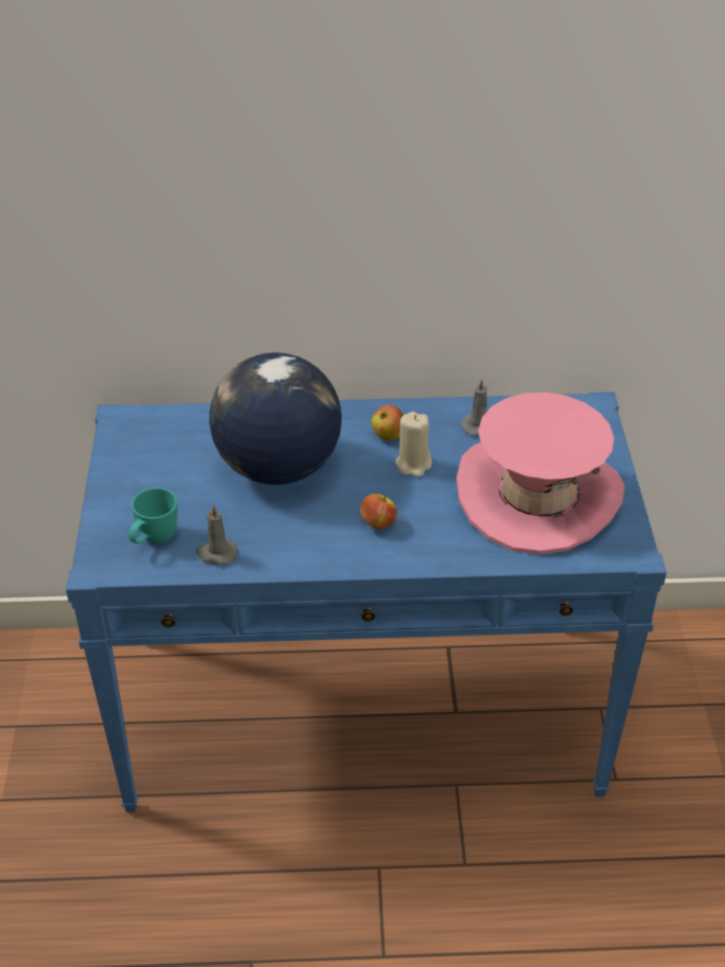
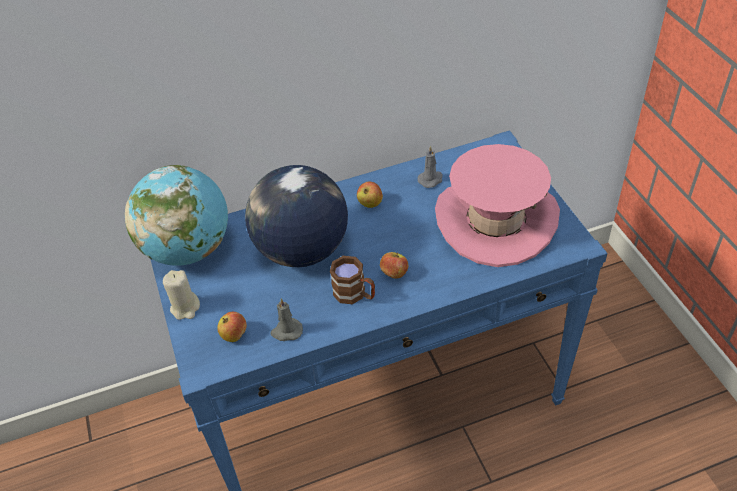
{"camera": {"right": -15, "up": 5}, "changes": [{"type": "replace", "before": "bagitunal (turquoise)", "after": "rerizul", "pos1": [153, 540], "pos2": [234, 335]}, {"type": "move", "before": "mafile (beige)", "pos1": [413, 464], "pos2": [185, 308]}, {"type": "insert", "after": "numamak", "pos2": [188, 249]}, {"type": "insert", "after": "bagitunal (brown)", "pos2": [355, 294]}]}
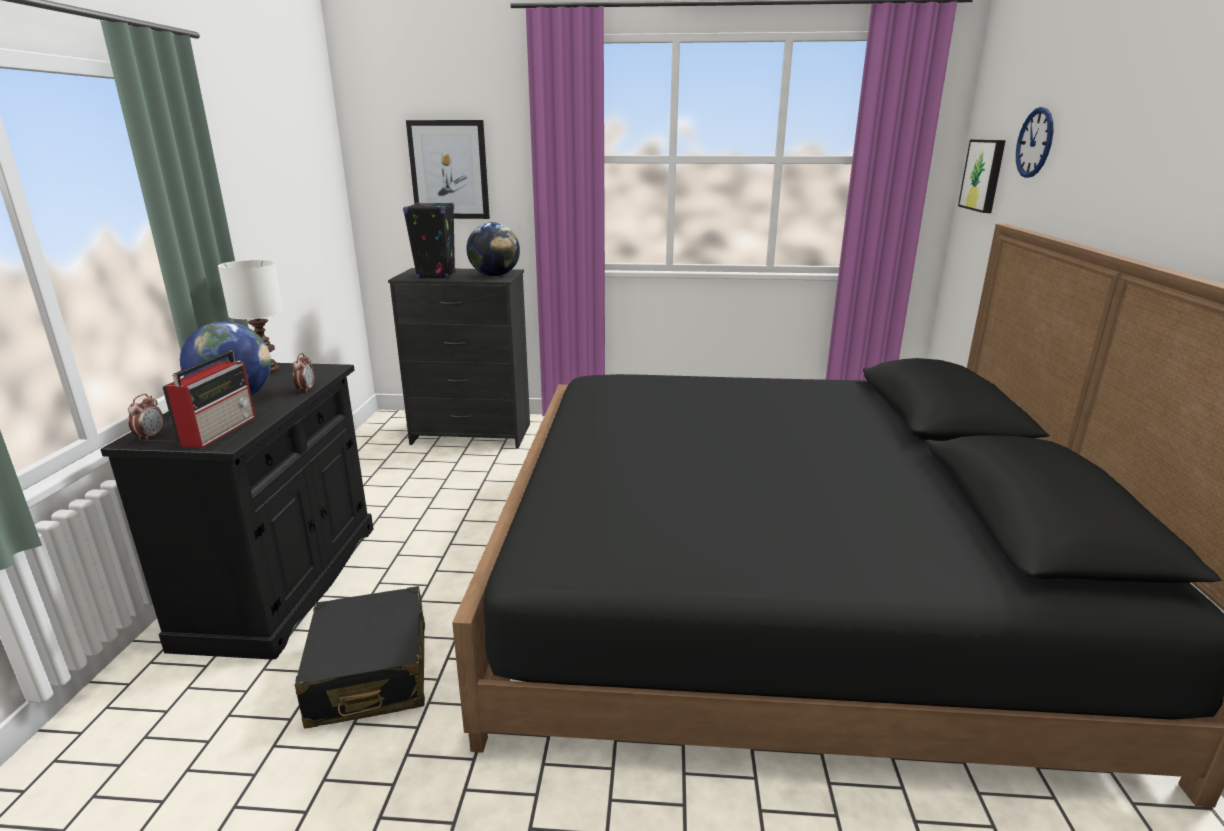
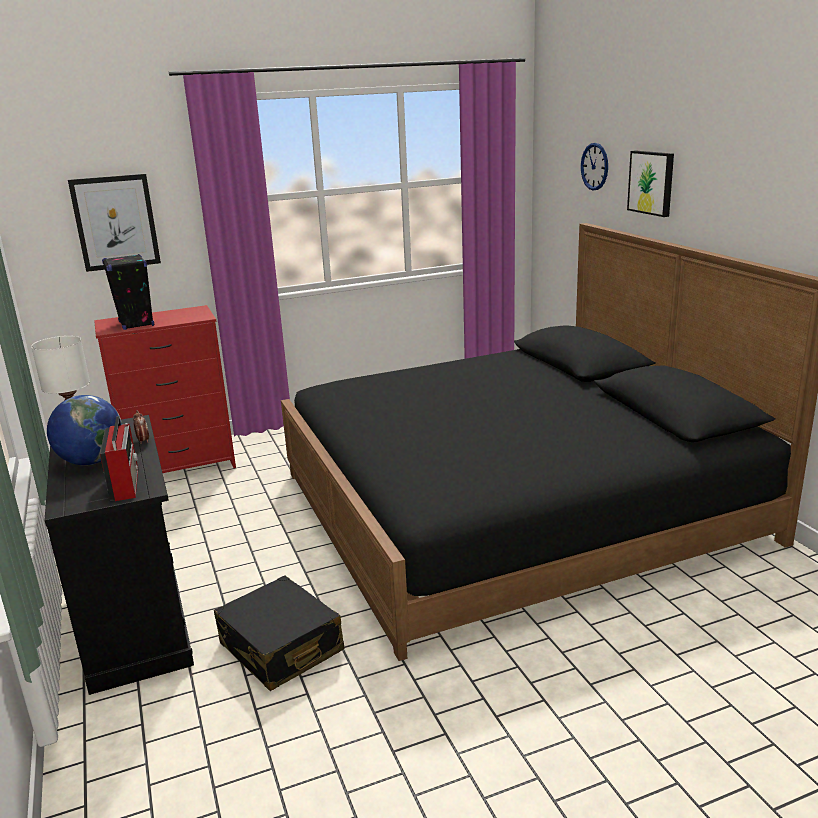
{"camera": {"right": -25, "up": 0}, "changes": [{"type": "delete", "before": "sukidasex", "pos1": [150, 436]}, {"type": "recolor", "before": "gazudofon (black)", "after": "gazudofon (red)", "pos1": [471, 434], "pos2": [180, 467]}, {"type": "delete", "before": "numamak", "pos1": [495, 275]}, {"type": "move", "before": "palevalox", "pos1": [984, 175], "pos2": [652, 182]}]}
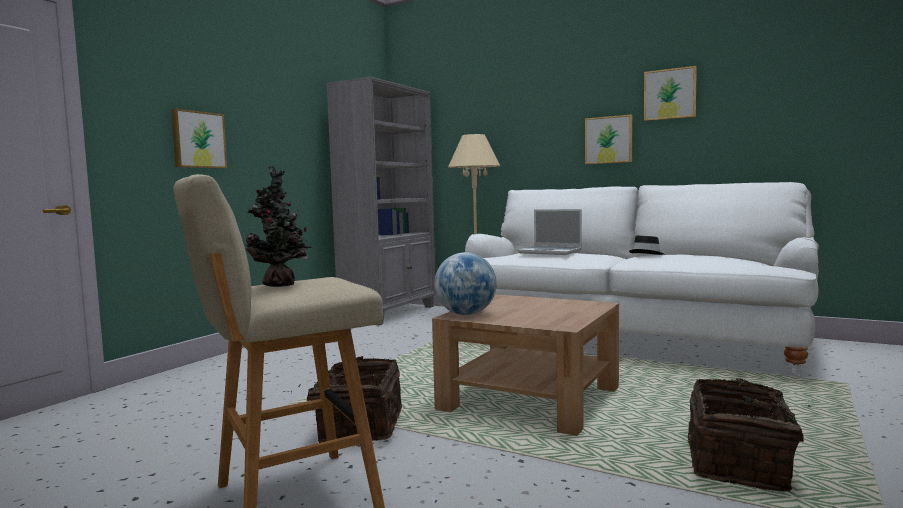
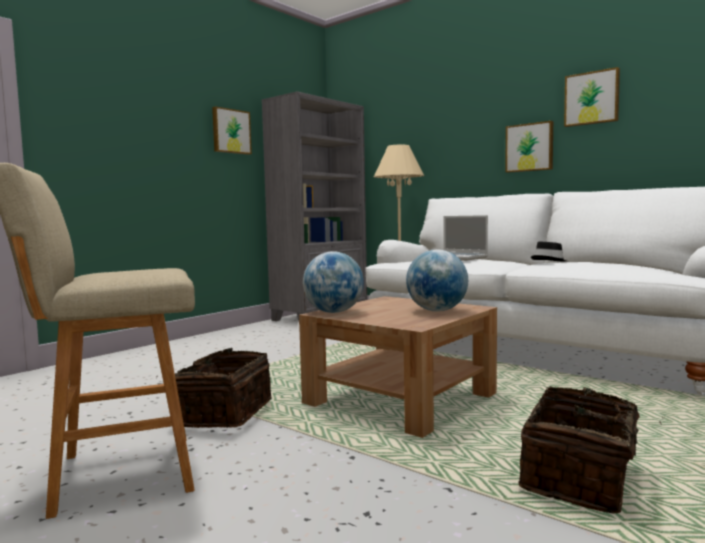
{"camera": {"right": 10, "up": 0}, "changes": [{"type": "move", "before": "palevalox", "pos1": [198, 140], "pos2": [230, 131]}, {"type": "delete", "before": "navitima", "pos1": [281, 285]}, {"type": "insert", "after": "numamak", "pos2": [437, 311]}]}
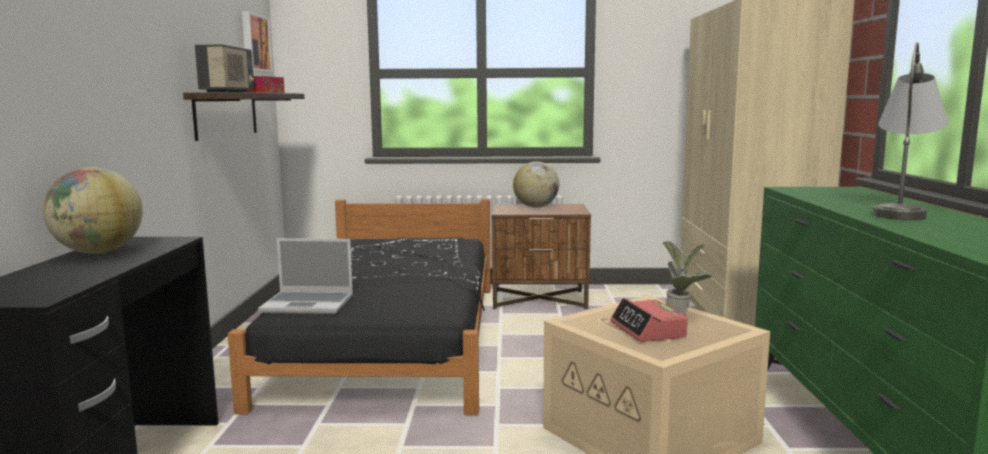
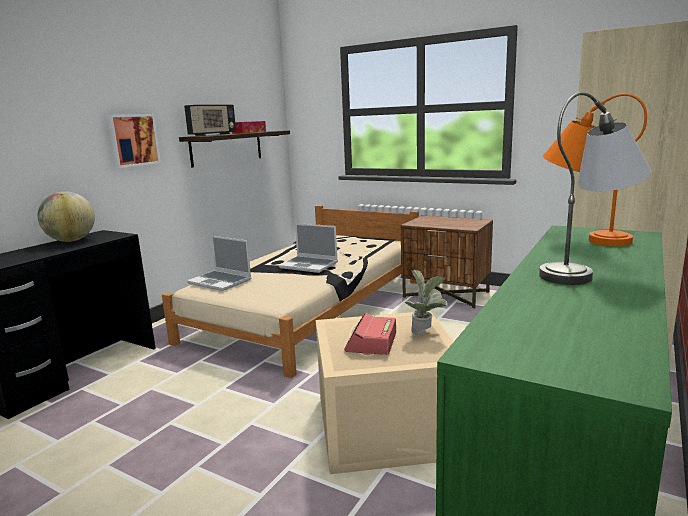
{"camera": {"right": 30, "up": 5}, "changes": [{"type": "recolor", "before": "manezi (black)", "after": "manezi (beige)", "pos1": [393, 337], "pos2": [310, 309]}, {"type": "move", "before": "palevalox", "pos1": [254, 43], "pos2": [133, 140]}, {"type": "delete", "before": "numamak", "pos1": [536, 207]}, {"type": "insert", "after": "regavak", "pos2": [309, 265]}, {"type": "insert", "after": "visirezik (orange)", "pos2": [581, 238]}]}
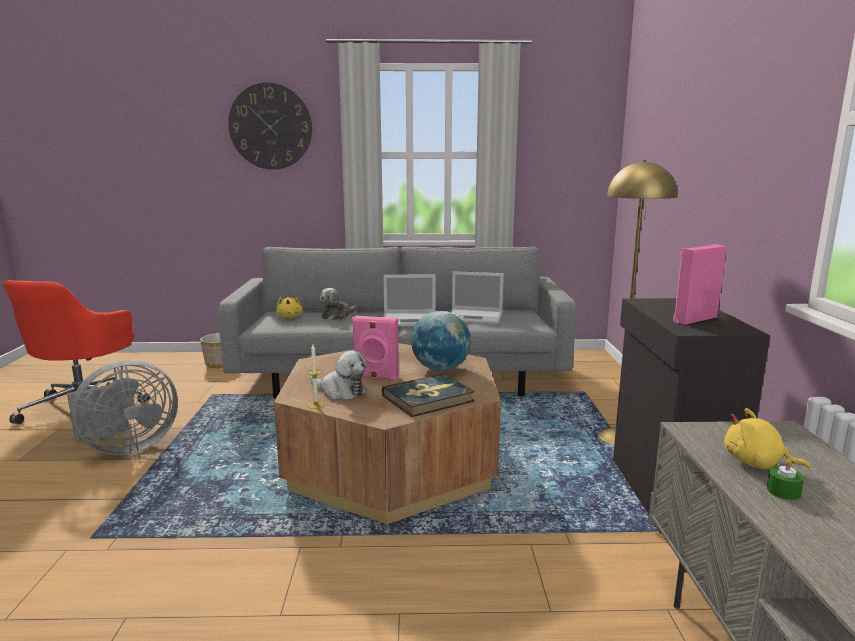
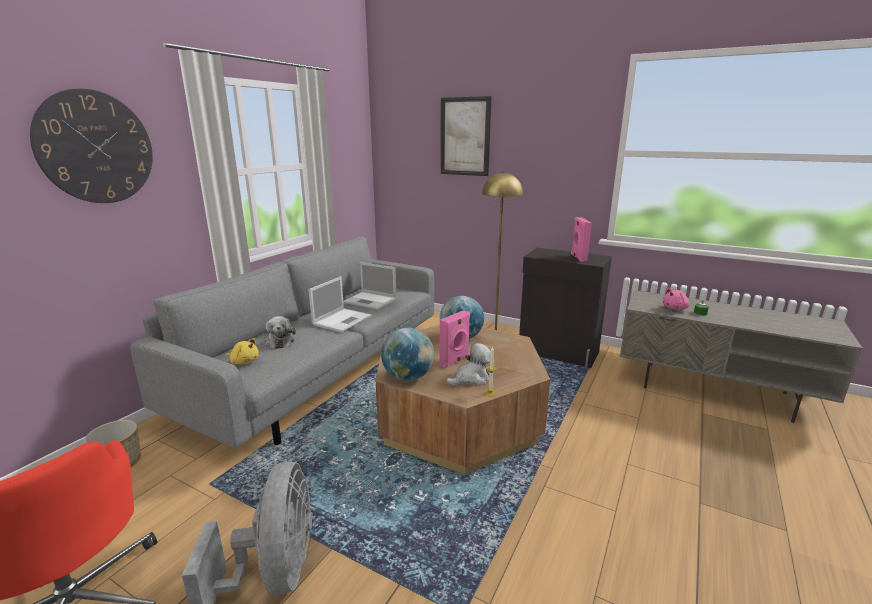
{"camera": {"right": -60, "up": 5}, "changes": [{"type": "delete", "before": "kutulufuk", "pos1": [428, 398]}, {"type": "rotate", "before": "regavak", "pos1": [475, 317], "pos2": [371, 301], "turn": 75}, {"type": "recolor", "before": "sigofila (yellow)", "after": "sigofila (pink)", "pos1": [757, 463], "pos2": [675, 308]}, {"type": "insert", "after": "numamak", "pos2": [408, 377]}, {"type": "insert", "after": "palevalox", "pos2": [465, 137]}]}
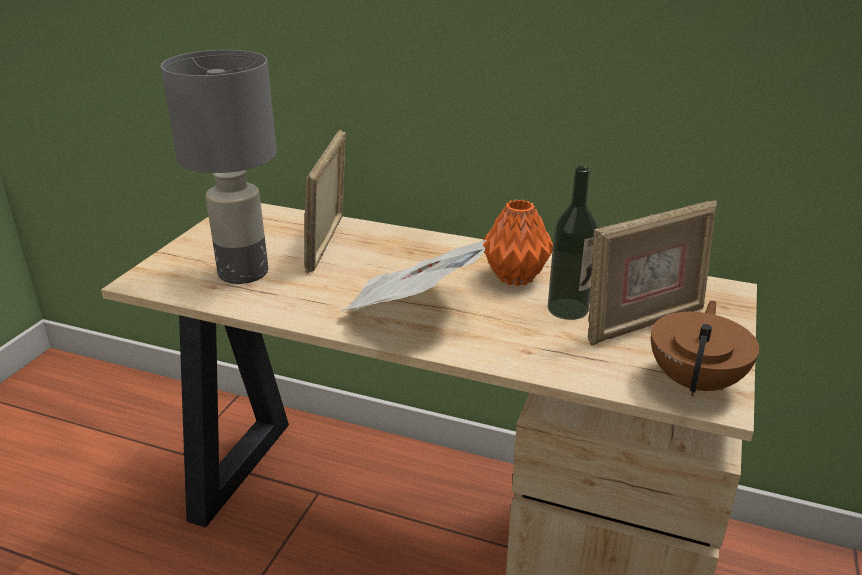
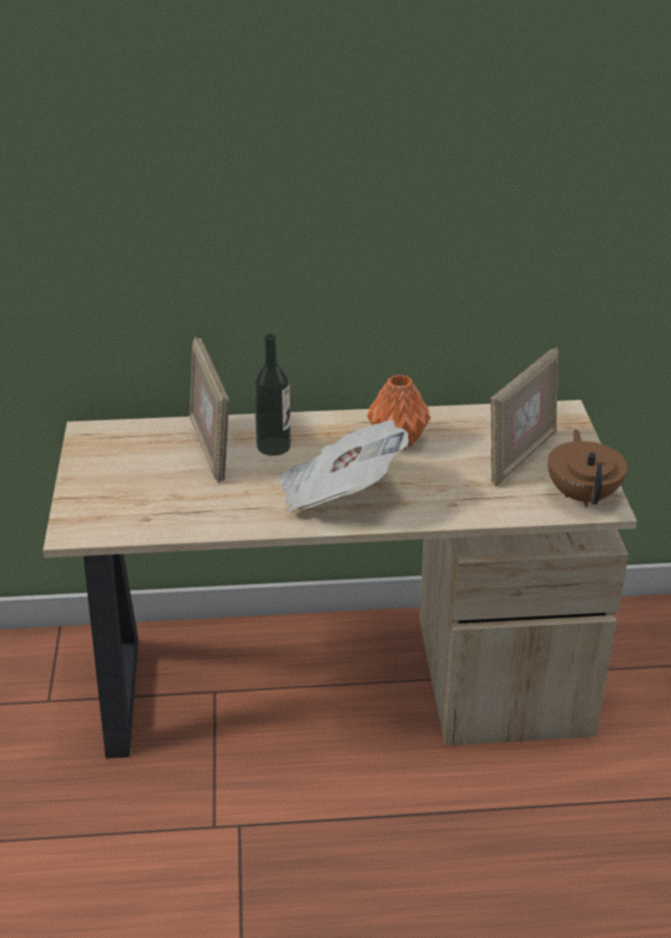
{"camera": {"right": -25, "up": 5}, "changes": [{"type": "delete", "before": "visirezik (grey)", "pos1": [243, 272]}, {"type": "move", "before": "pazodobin", "pos1": [568, 309], "pos2": [273, 446]}]}
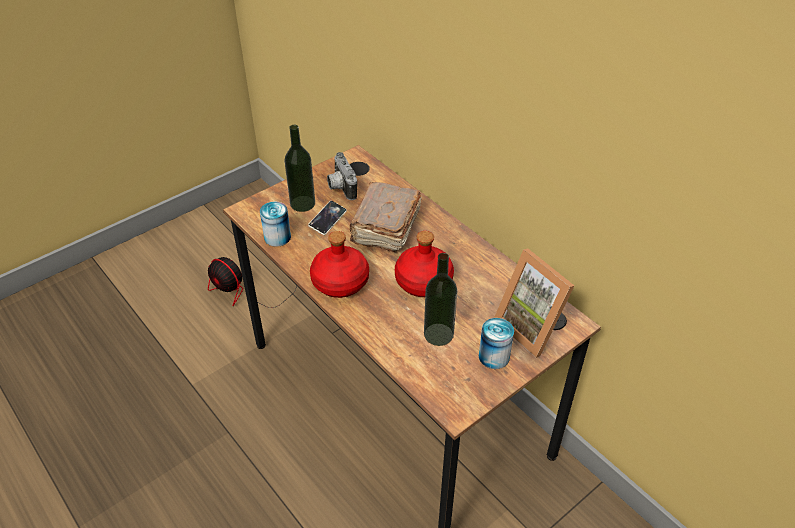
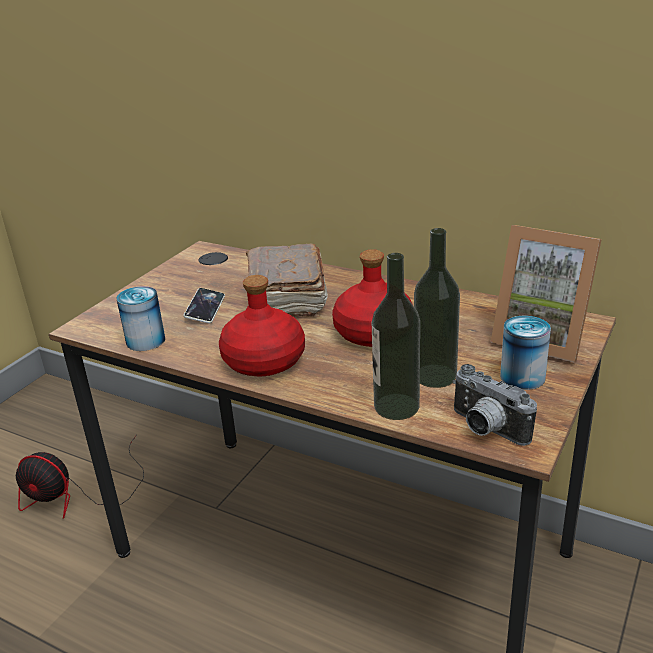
{"camera": {"right": -20, "up": -15}, "changes": [{"type": "move", "before": "pazodobin", "pos1": [302, 203], "pos2": [396, 406]}, {"type": "move", "before": "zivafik", "pos1": [340, 187], "pos2": [485, 429]}]}
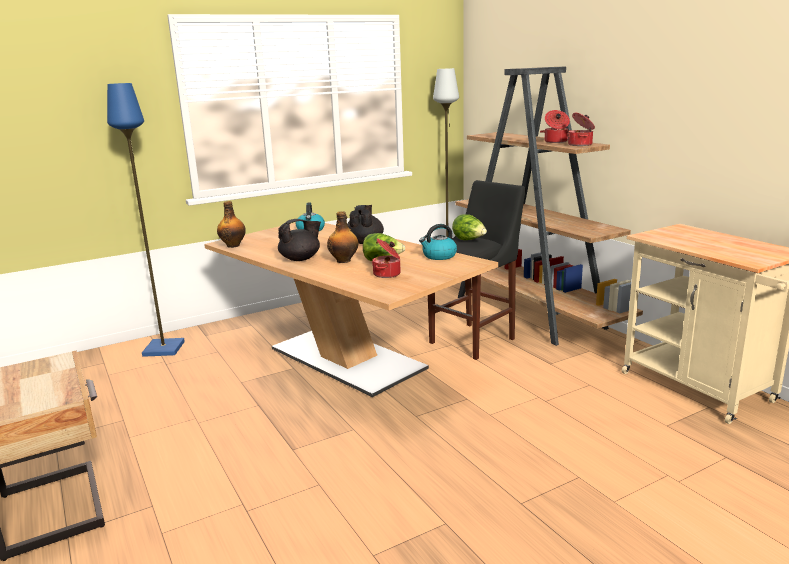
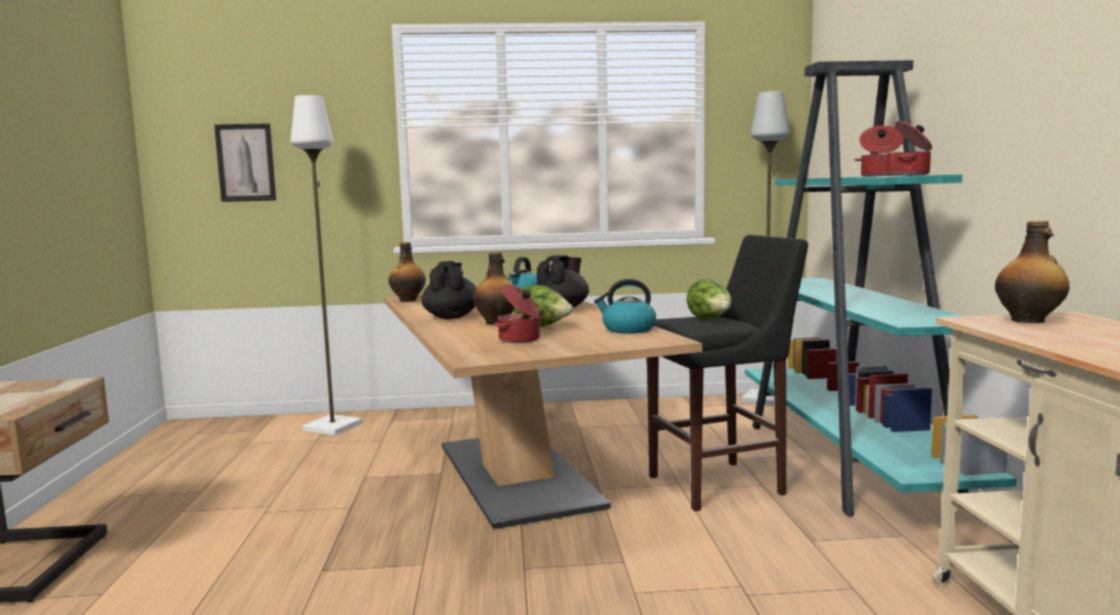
{"camera": {"right": 25, "up": -10}, "changes": [{"type": "recolor", "before": "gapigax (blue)", "after": "gapigax (white)", "pos1": [163, 348], "pos2": [332, 426]}, {"type": "rotate", "before": "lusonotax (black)", "pos1": [301, 259], "pos2": [451, 317], "turn": -90}, {"type": "recolor", "before": "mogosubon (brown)", "after": "mogosubon (turquoise)", "pos1": [530, 313], "pos2": [848, 463]}, {"type": "insert", "after": "palevalox", "pos2": [245, 162]}, {"type": "insert", "after": "pazodobin", "pos2": [1029, 321]}]}
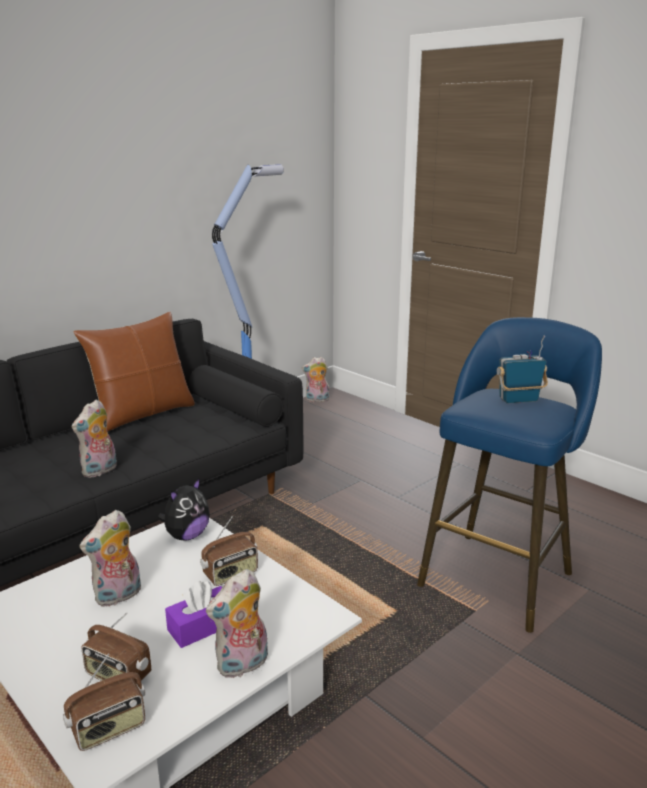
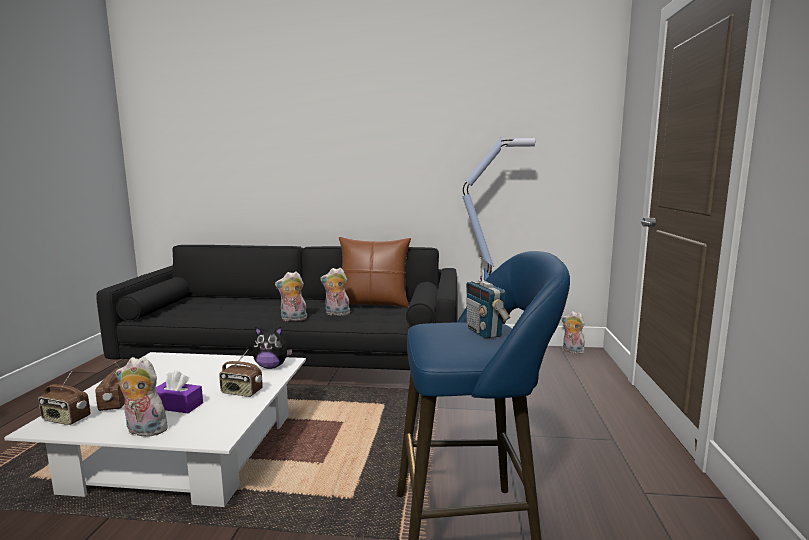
{"camera": {"right": 50, "up": -10}, "changes": [{"type": "move", "before": "sigofila", "pos1": [118, 596], "pos2": [336, 314]}, {"type": "rotate", "before": "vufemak", "pos1": [518, 400], "pos2": [484, 332], "turn": -150}]}
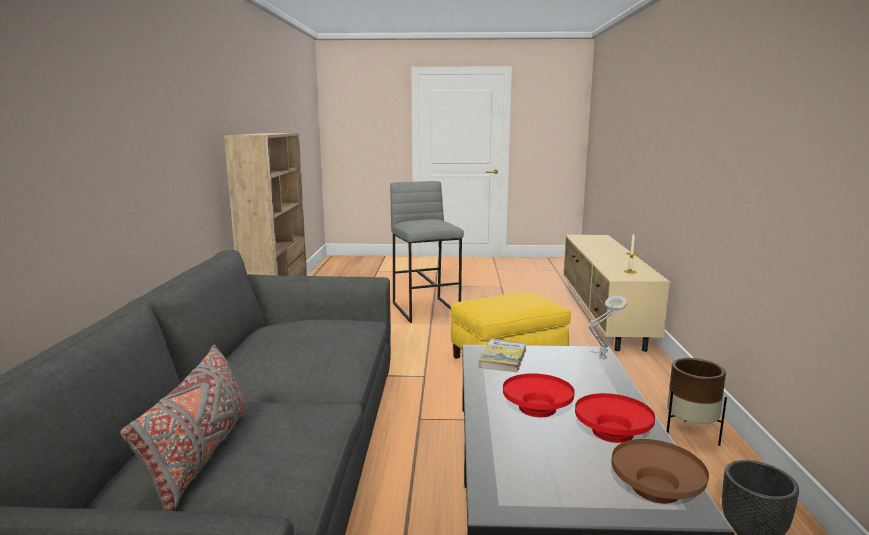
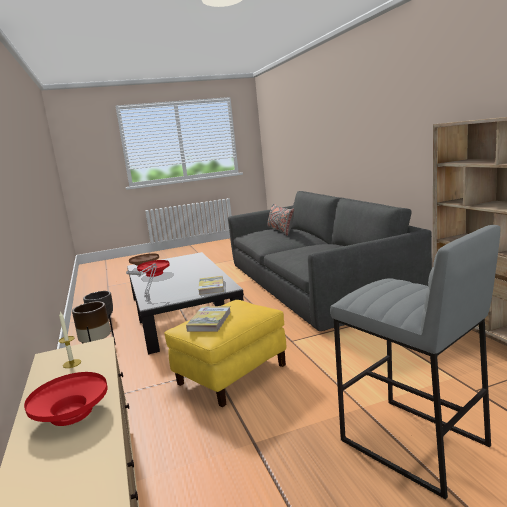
{"camera": {"right": 160, "up": 0}, "changes": [{"type": "move", "before": "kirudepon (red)", "pos1": [537, 408], "pos2": [71, 413]}, {"type": "insert", "after": "kutulufuk", "pos2": [209, 321]}]}
